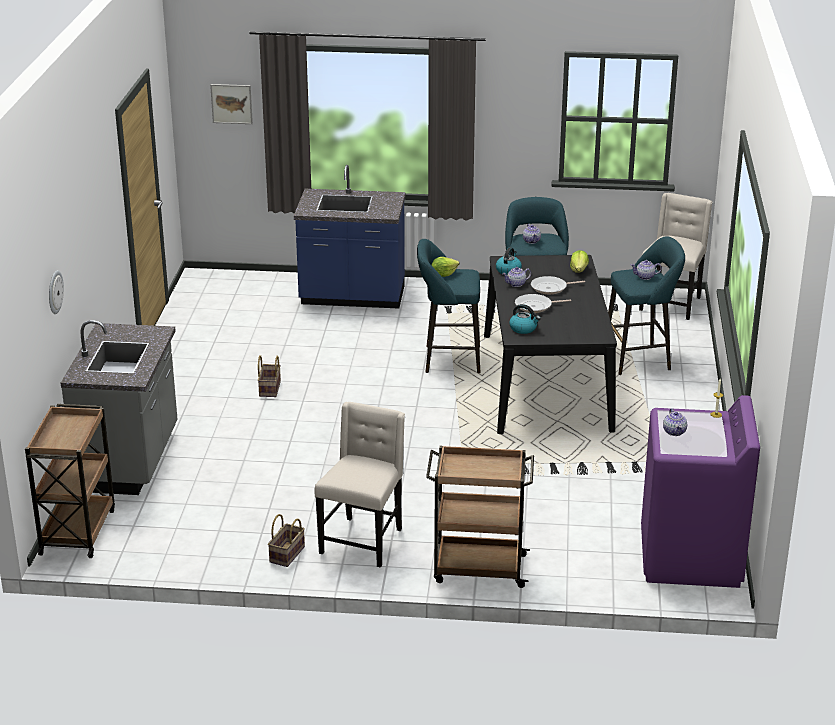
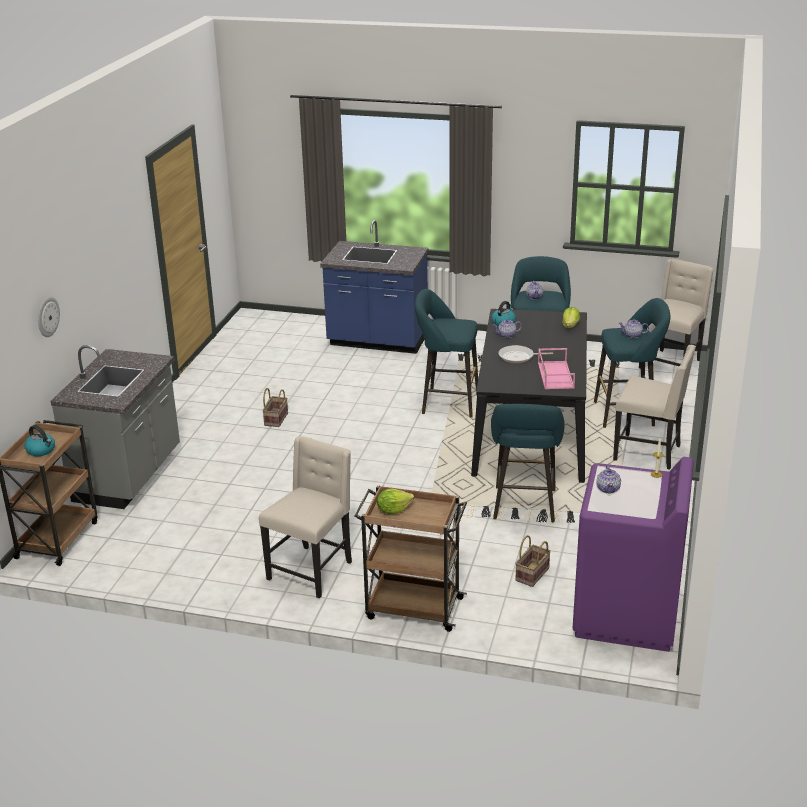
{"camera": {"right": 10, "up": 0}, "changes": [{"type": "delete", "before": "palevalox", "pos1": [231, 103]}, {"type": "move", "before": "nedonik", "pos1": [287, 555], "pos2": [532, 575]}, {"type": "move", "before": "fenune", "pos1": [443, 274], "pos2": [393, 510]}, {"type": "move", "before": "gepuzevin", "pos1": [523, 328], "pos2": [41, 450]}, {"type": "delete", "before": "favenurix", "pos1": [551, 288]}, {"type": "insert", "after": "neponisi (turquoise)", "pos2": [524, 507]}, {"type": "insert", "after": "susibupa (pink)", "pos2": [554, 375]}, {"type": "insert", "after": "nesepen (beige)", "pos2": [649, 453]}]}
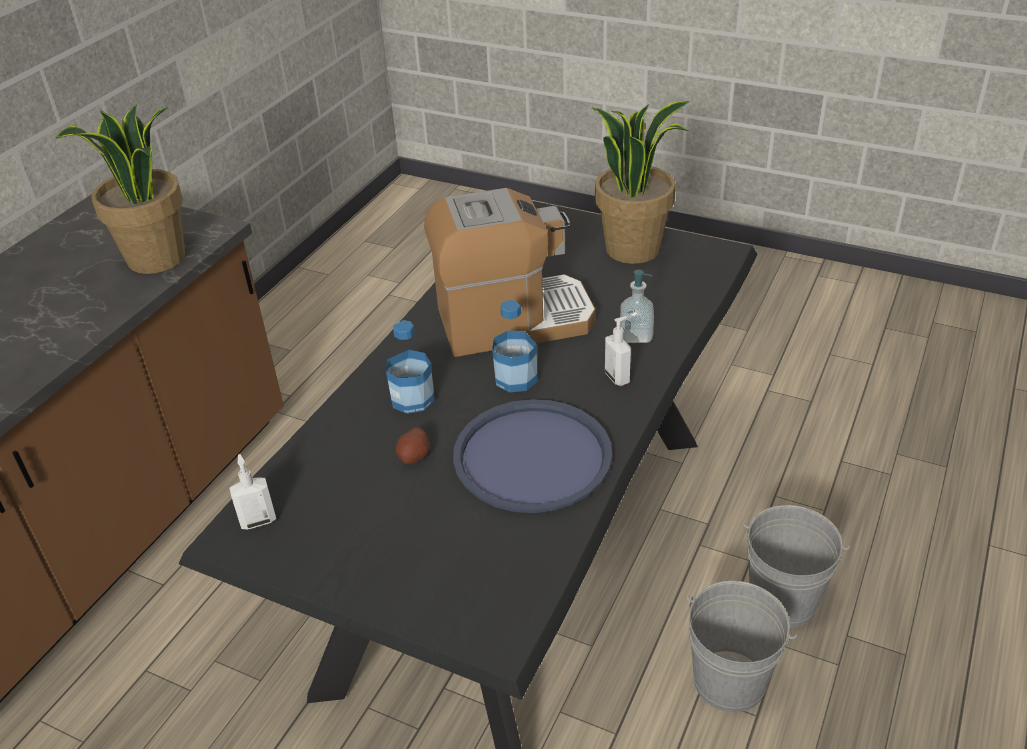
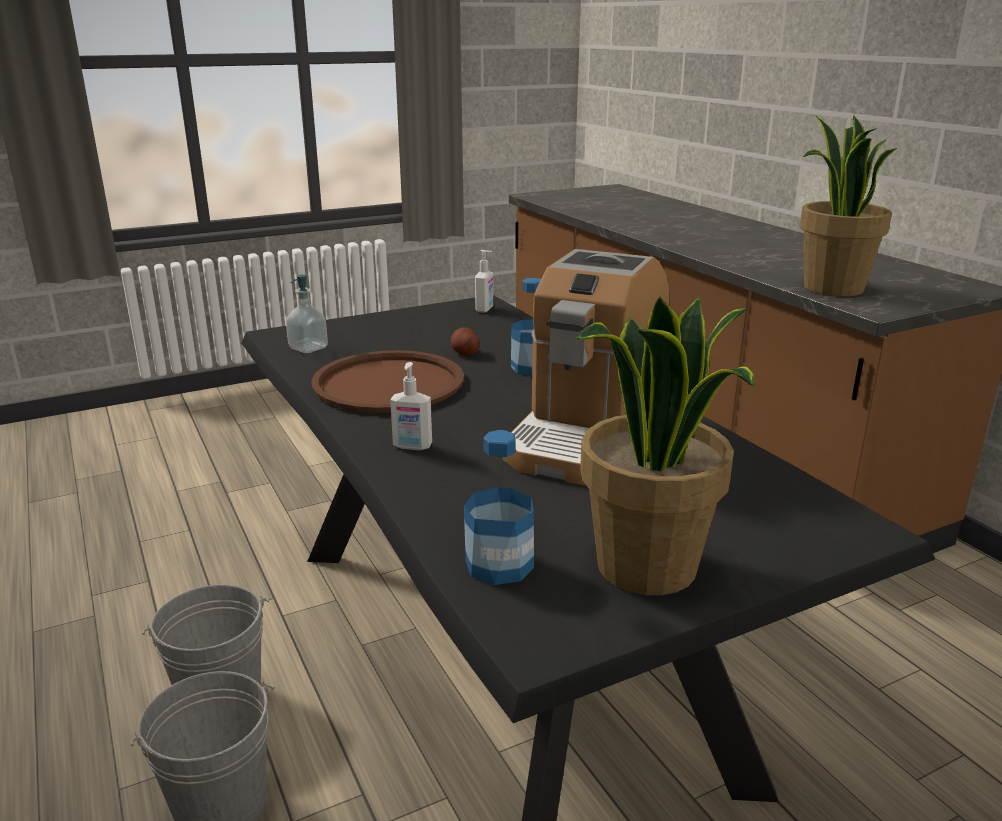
{"camera": {"right": 125, "up": -15}, "changes": [{"type": "recolor", "before": "susibupa (blue)", "after": "susibupa (brown)", "pos1": [532, 456], "pos2": [388, 383]}, {"type": "move", "before": "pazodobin", "pos1": [515, 378], "pos2": [499, 564]}, {"type": "move", "before": "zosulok", "pos1": [636, 335], "pos2": [308, 348]}]}
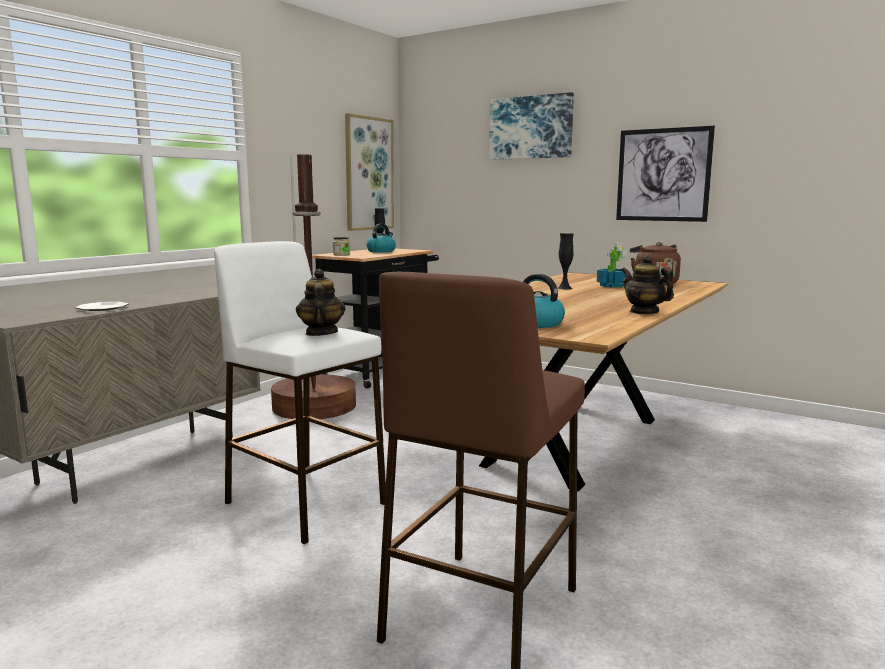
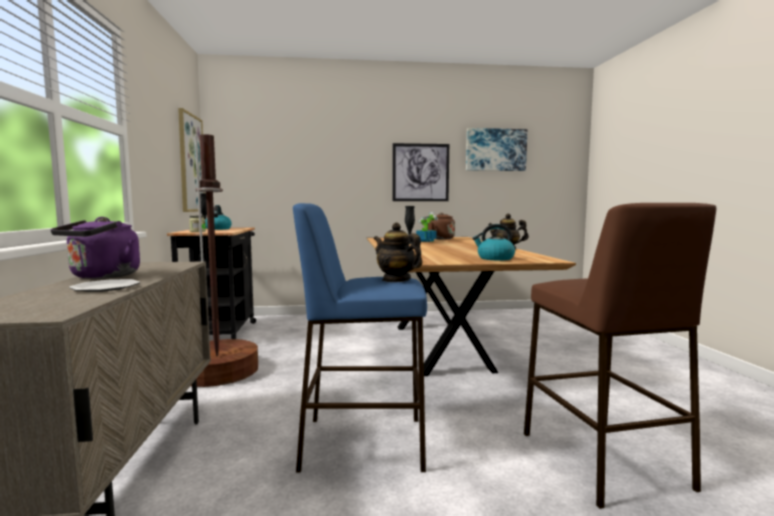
{"camera": {"right": -40, "up": -5}, "changes": [{"type": "recolor", "before": "neponisi (white)", "after": "neponisi (blue)", "pos1": [305, 502], "pos2": [362, 443]}, {"type": "move", "before": "palevalox", "pos1": [531, 127], "pos2": [495, 150]}, {"type": "insert", "after": "gepuzevin (purple)", "pos2": [102, 276]}]}
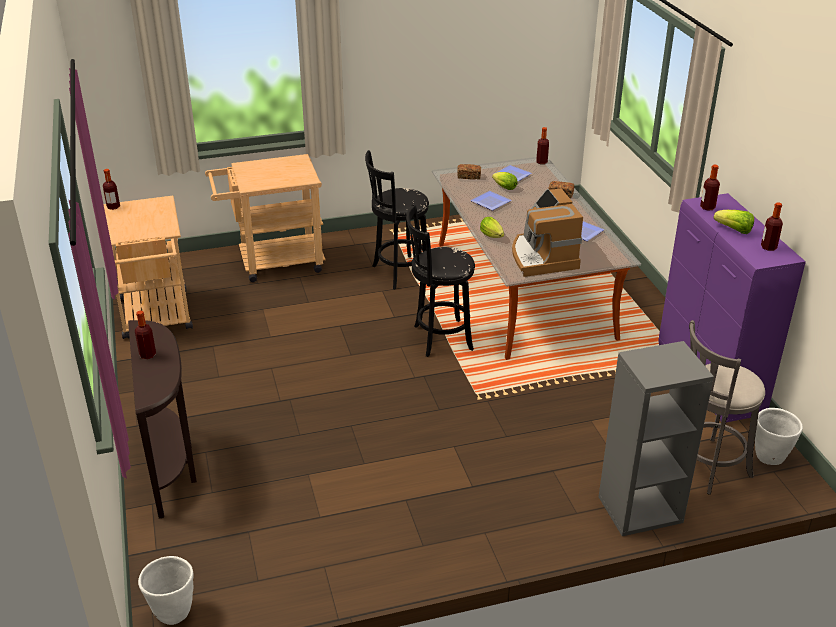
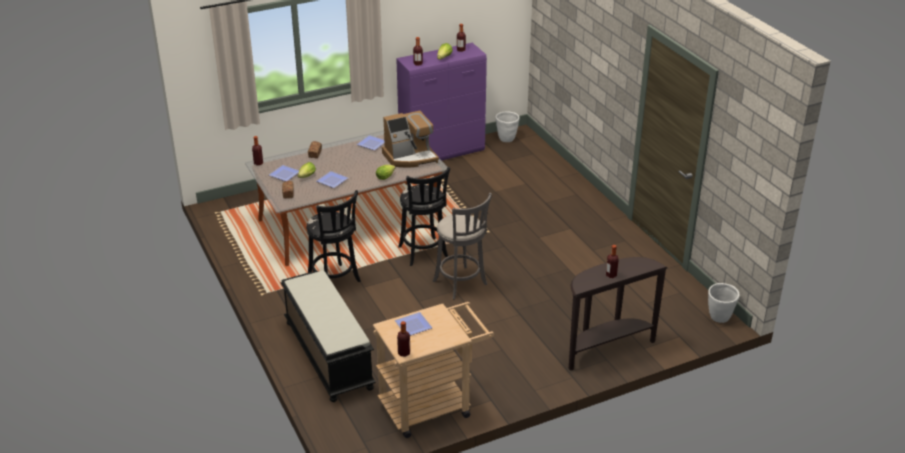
{"camera": {"right": -100, "up": 0}, "changes": [{"type": "replace", "before": "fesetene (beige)", "after": "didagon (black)", "pos1": [273, 263], "pos2": [327, 354]}, {"type": "delete", "before": "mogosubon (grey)", "pos1": [639, 510]}, {"type": "move", "before": "neponisi (grey)", "pos1": [706, 467], "pos2": [461, 284]}, {"type": "insert", "after": "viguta", "pos2": [412, 325]}]}
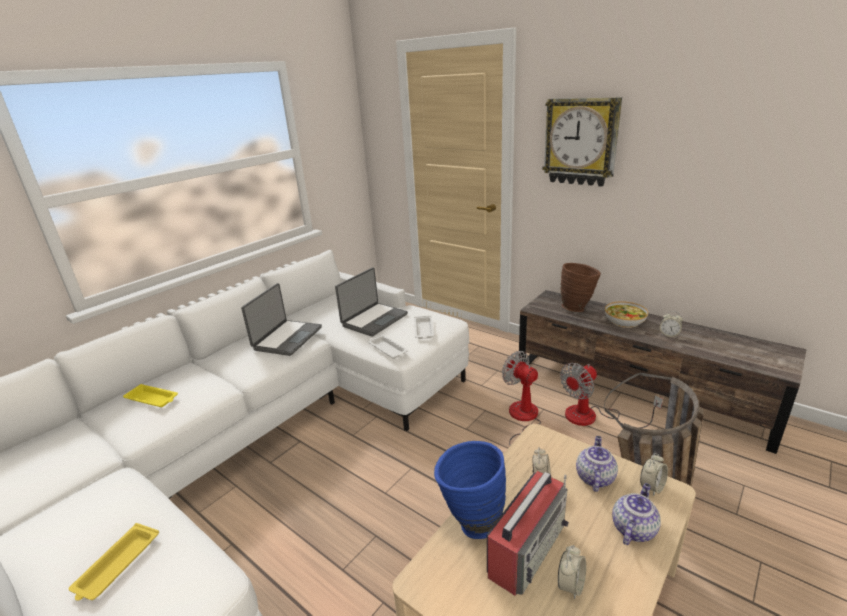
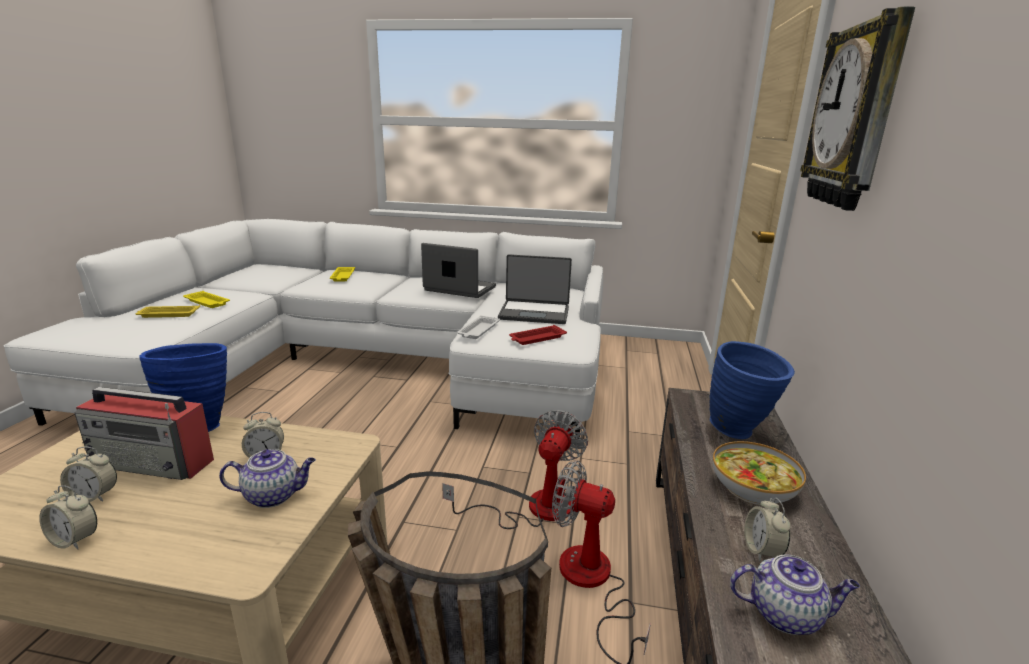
{"camera": {"right": 60, "up": -5}, "changes": [{"type": "rotate", "before": "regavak", "pos1": [287, 338], "pos2": [459, 289], "turn": -150}, {"type": "recolor", "before": "susibupa (white)", "after": "susibupa (red)", "pos1": [424, 330], "pos2": [536, 338]}, {"type": "recolor", "before": "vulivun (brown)", "after": "vulivun (blue)", "pos1": [577, 308], "pos2": [740, 432]}, {"type": "move", "before": "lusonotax", "pos1": [633, 528], "pos2": [786, 614]}, {"type": "move", "before": "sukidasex", "pos1": [651, 487], "pos2": [75, 540]}, {"type": "insert", "after": "susibupa (yellow)", "pos2": [208, 302]}]}
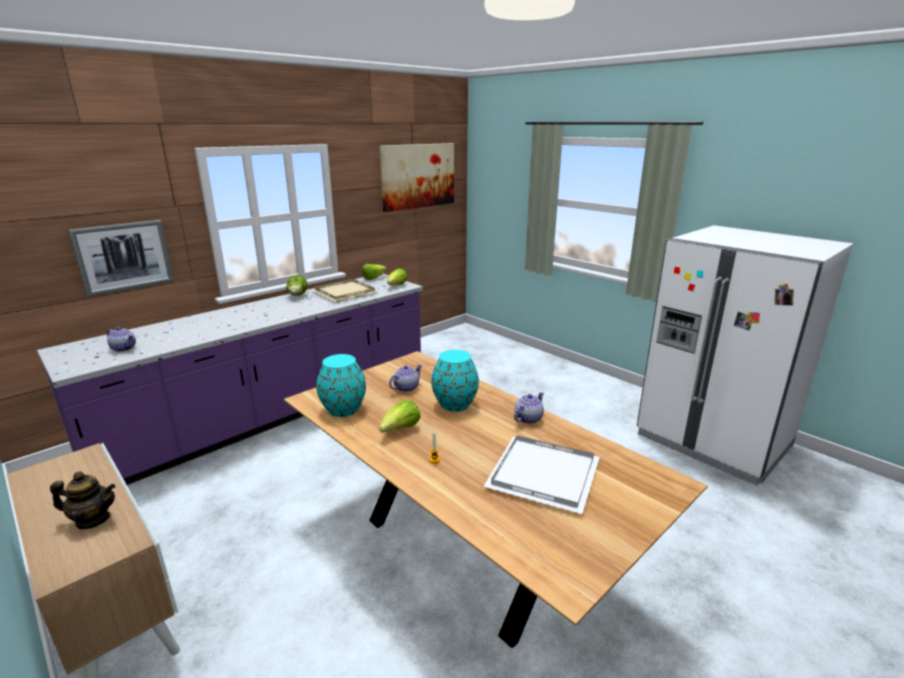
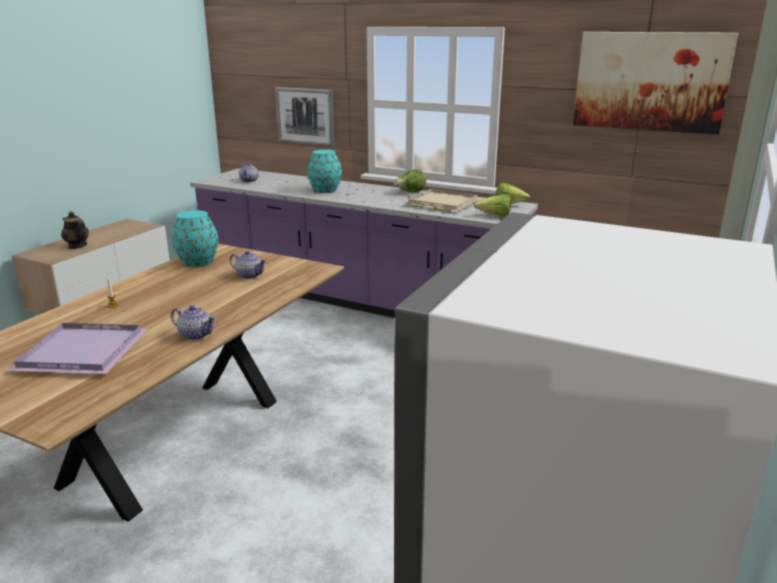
{"camera": {"right": 70, "up": 0}, "changes": [{"type": "rotate", "before": "lusonotax", "pos1": [93, 519], "pos2": [77, 246], "turn": 150}, {"type": "delete", "before": "fenune", "pos1": [400, 429]}, {"type": "move", "before": "vulivun (turquoise)", "pos1": [454, 404], "pos2": [325, 190]}, {"type": "recolor", "before": "susibupa (white)", "after": "susibupa (purple)", "pos1": [546, 474], "pos2": [83, 353]}]}
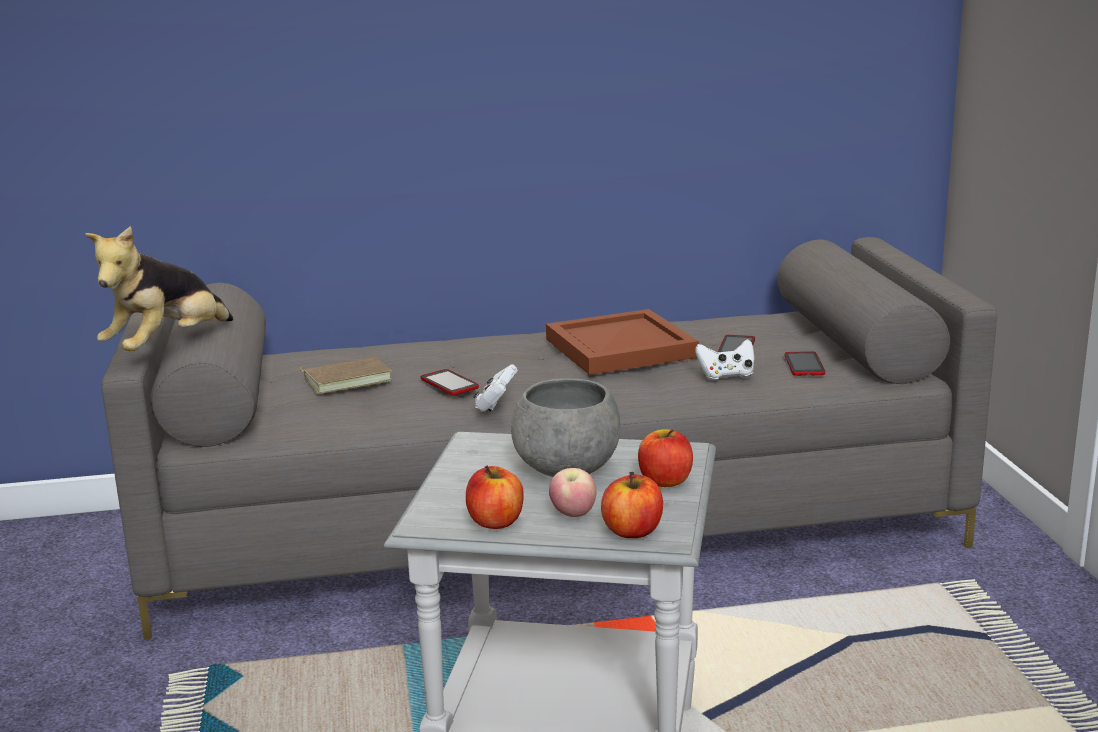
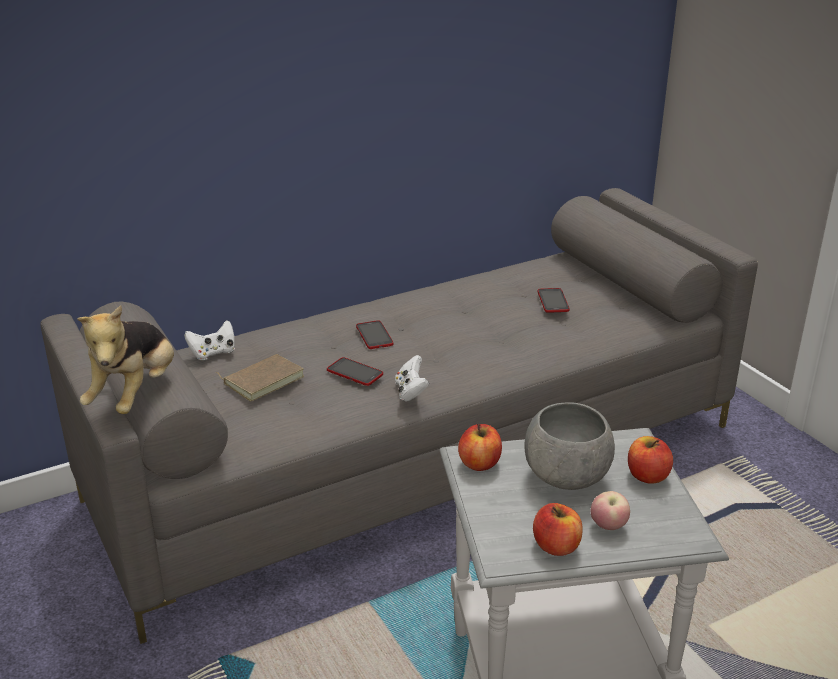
{"camera": {"right": -20, "up": 10}, "changes": [{"type": "delete", "before": "susibupa (brown)", "pos1": [618, 347]}, {"type": "move", "before": "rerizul", "pos1": [632, 531], "pos2": [479, 463]}, {"type": "move", "before": "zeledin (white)", "pos1": [726, 376], "pos2": [213, 353]}, {"type": "move", "before": "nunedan", "pos1": [804, 365], "pos2": [374, 336]}]}
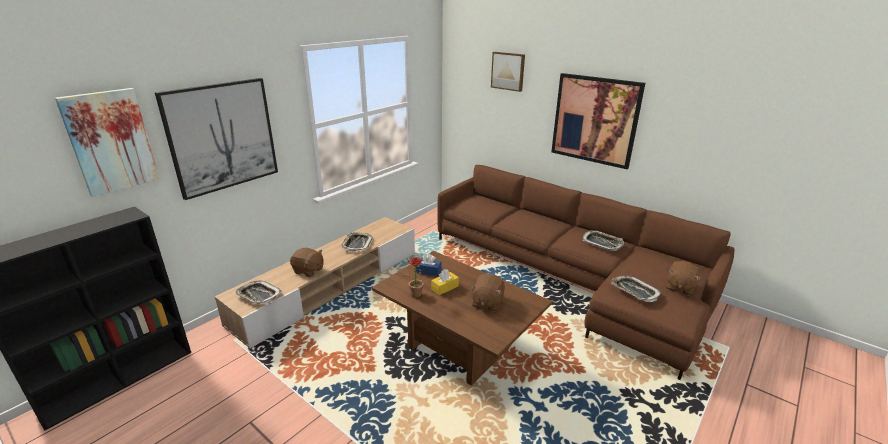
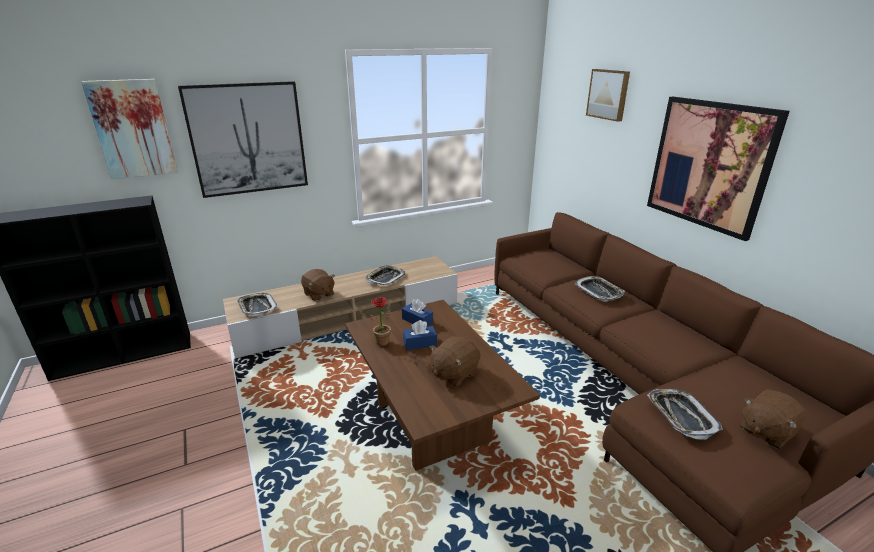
{"camera": {"right": 25, "up": 0}, "changes": [{"type": "recolor", "before": "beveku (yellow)", "after": "beveku (blue)", "pos1": [445, 287], "pos2": [420, 343]}, {"type": "move", "before": "susibupa", "pos1": [602, 243], "pos2": [599, 291]}]}
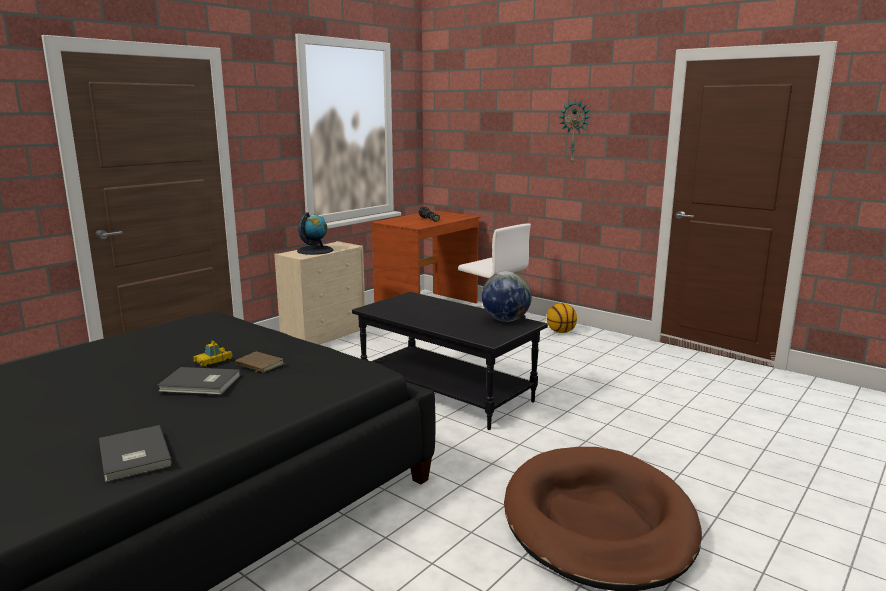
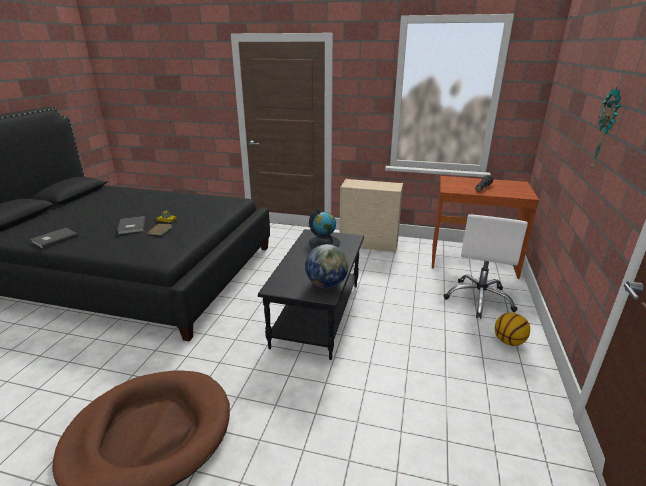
{"camera": {"right": 65, "up": 10}, "changes": [{"type": "move", "before": "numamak", "pos1": [315, 250], "pos2": [324, 242]}]}
